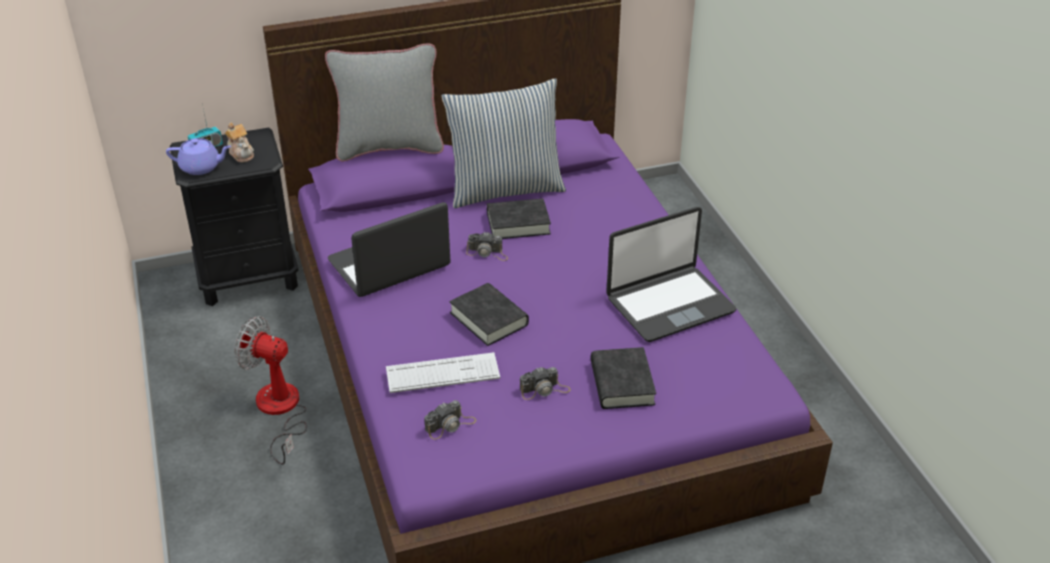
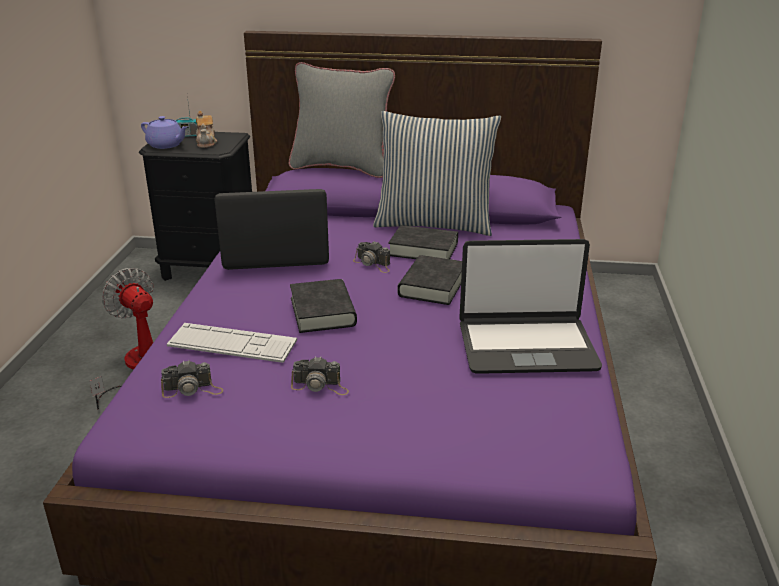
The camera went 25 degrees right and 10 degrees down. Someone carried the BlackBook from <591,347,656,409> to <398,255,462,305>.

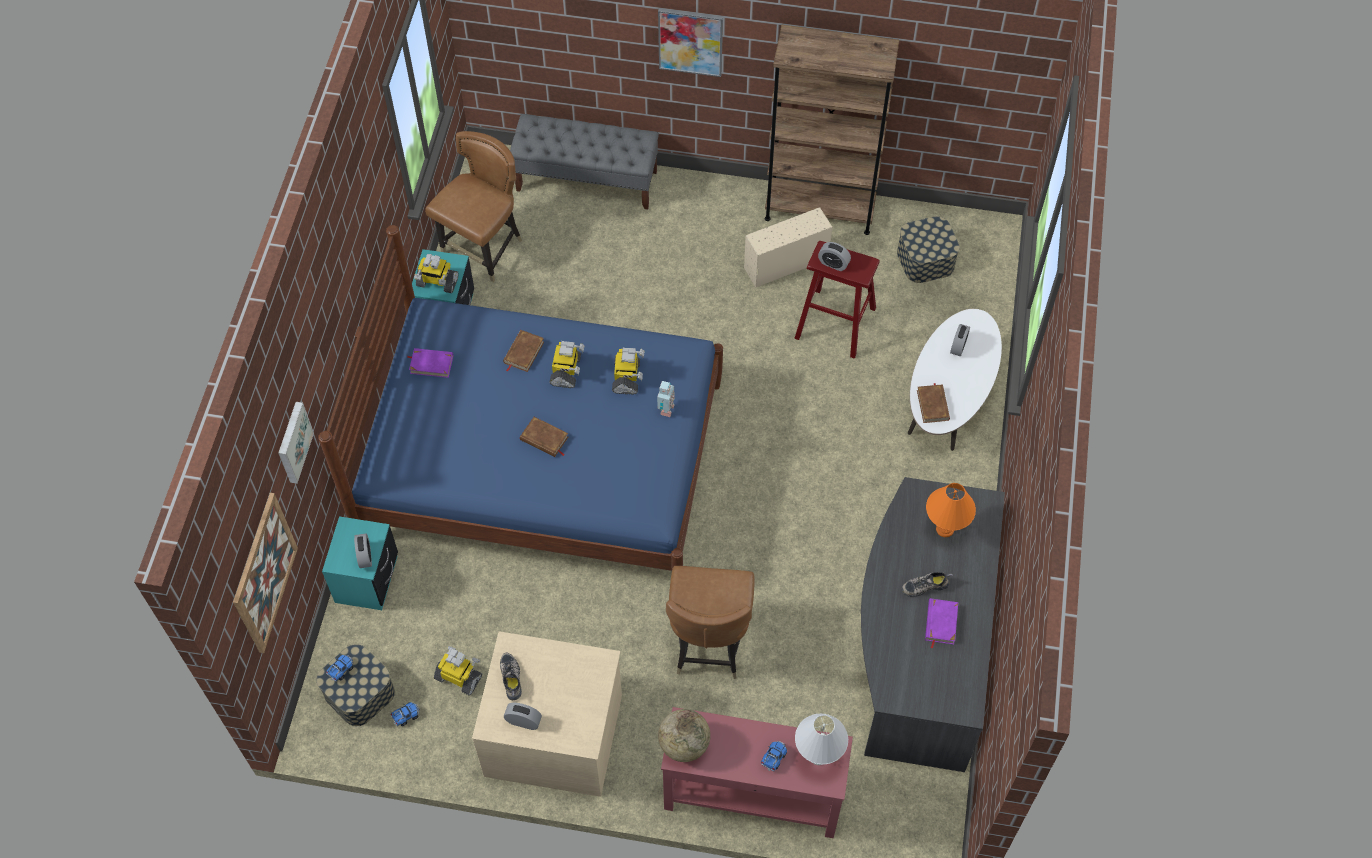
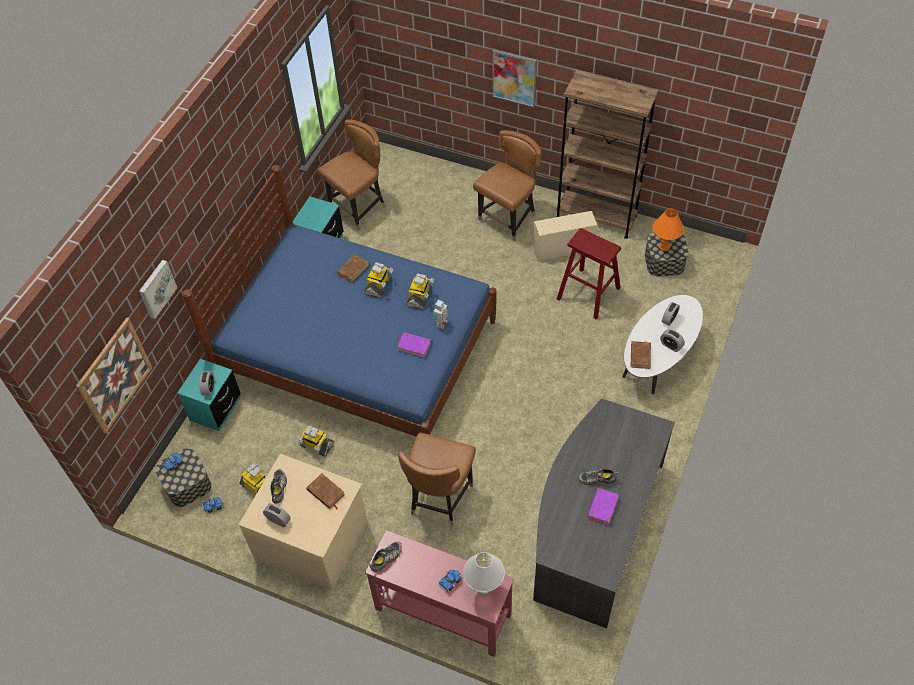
The camera went 15 degrees right and 5 degrees down. Someone carried the ToyRobot from <414,254,459,293> to <297,426,334,457>. Someone carried the BrownBook from <520,417,568,457> to <306,474,345,509>. Someone swapped the Globe at <658,709,711,762> for the Shoe at <369,541,402,572>. Someone carried the PurpleBook from <407,348,453,378> to <397,332,431,358>. Someone put down the BrownChair at <473,130,541,241>. Someone carried the OrangeTableLamp from <926,483,976,537> to <653,209,684,251>. Someone carried the AlarmClock from <818,242,851,271> to <660,329,685,352>. Someone took away the GreyBench at <510,114,659,209>.

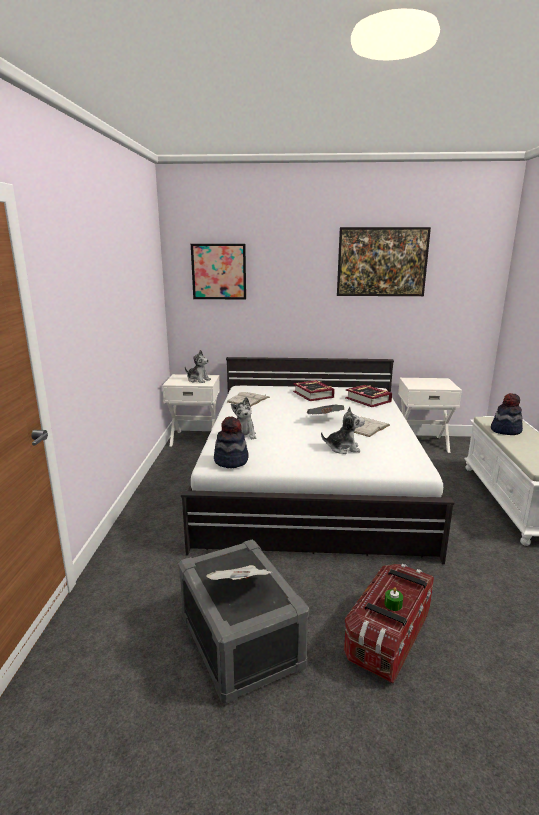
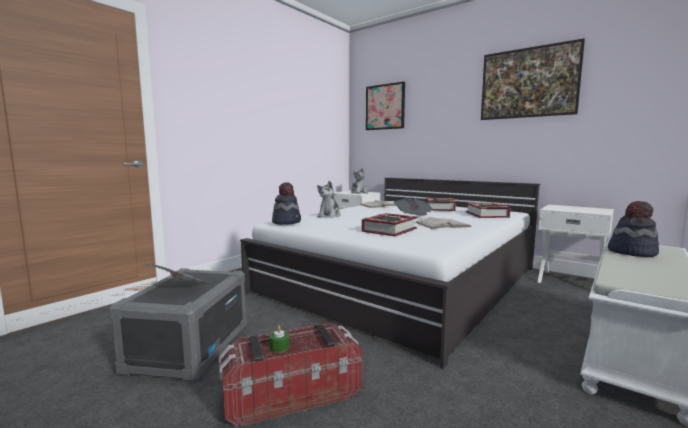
The camera went 35 degrees right and 10 degrees down. Someone swapped the PlushToy at <321,407,365,454> for the Book at <362,213,417,236>.

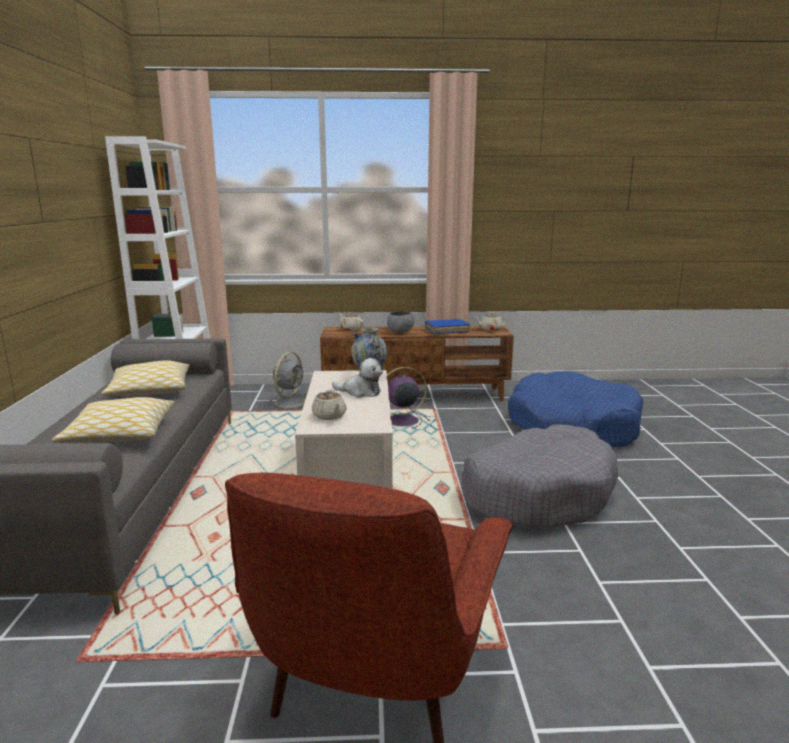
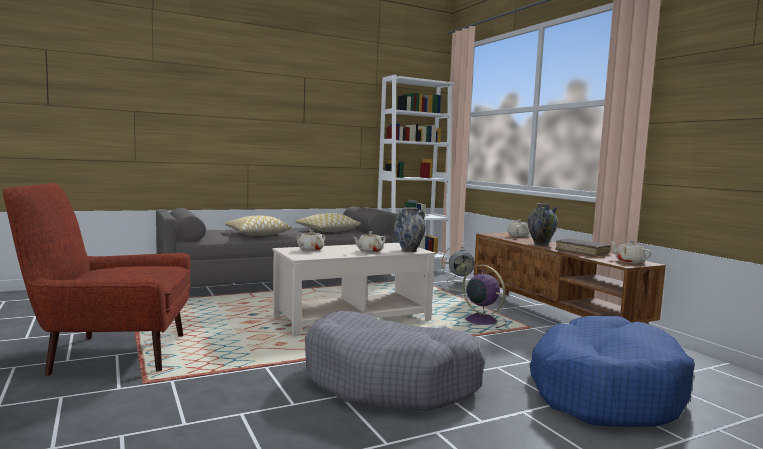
The camera went 65 degrees right and 10 degrees down. Someone swapped the PlushToy at <332,358,383,398> for the BeigeTeapot at <353,231,386,253>. Someone swapped the GreyBowl at <387,311,414,333> for the Vase at <527,203,558,245>. Someone repainted the BlueBook at <425,319,470,334>, which became the BrownBook at <555,238,611,257>.

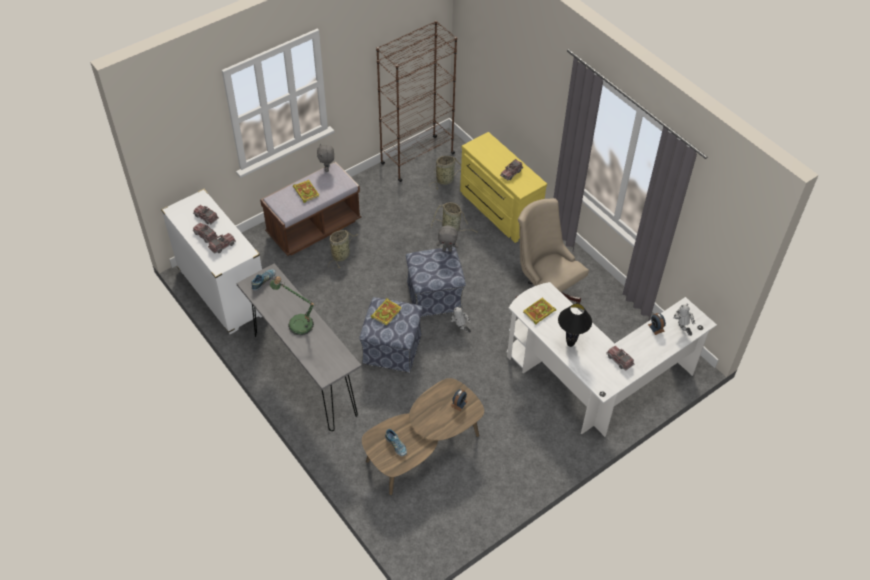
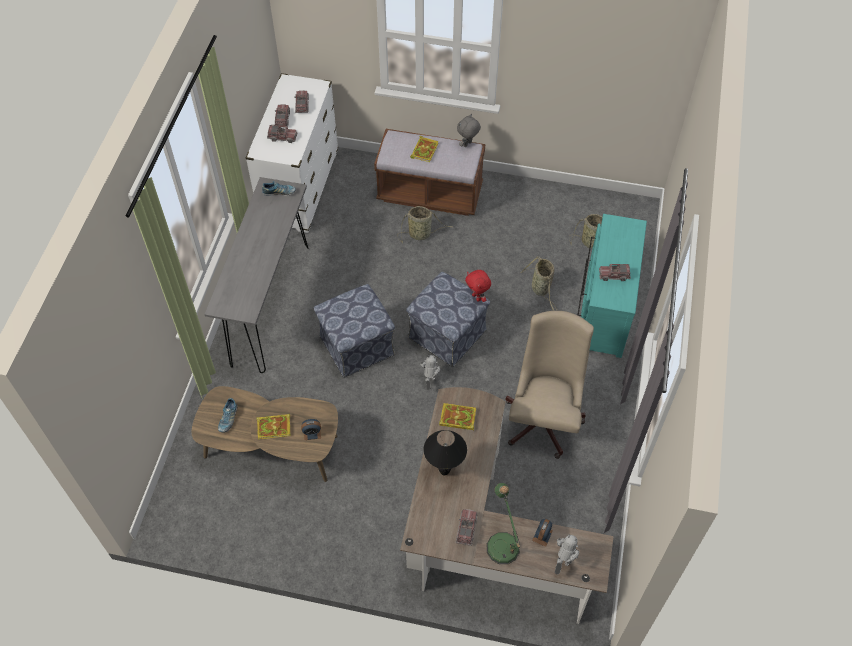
The camera went 50 degrees right and 5 degrees up. Someone carried the Book from <371,298,402,326> to <257,413,291,439>. Someone repainted the WhiteDesk at <507,282,717,437>, which became the BrownDesk at <400,387,614,624>. Someone repainted the GreyPlushToy at <437,225,458,252>, which became the RedPlushToy at <465,270,491,302>. Someone carried the TableLamp from <270,276,316,335> to <487,483,520,564>. Someone repainted the YellowDresser at <460,132,547,243>, which became the TurquoiseDresser at <578,214,647,358>. Someone took away the BrownBookcase at <376,20,457,182>.

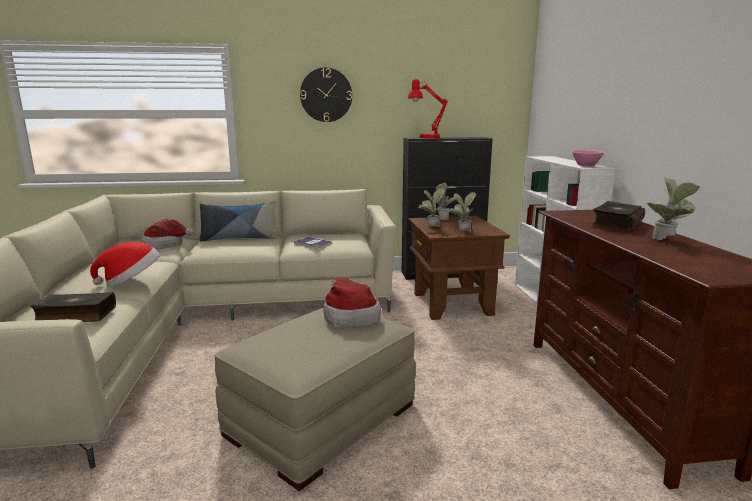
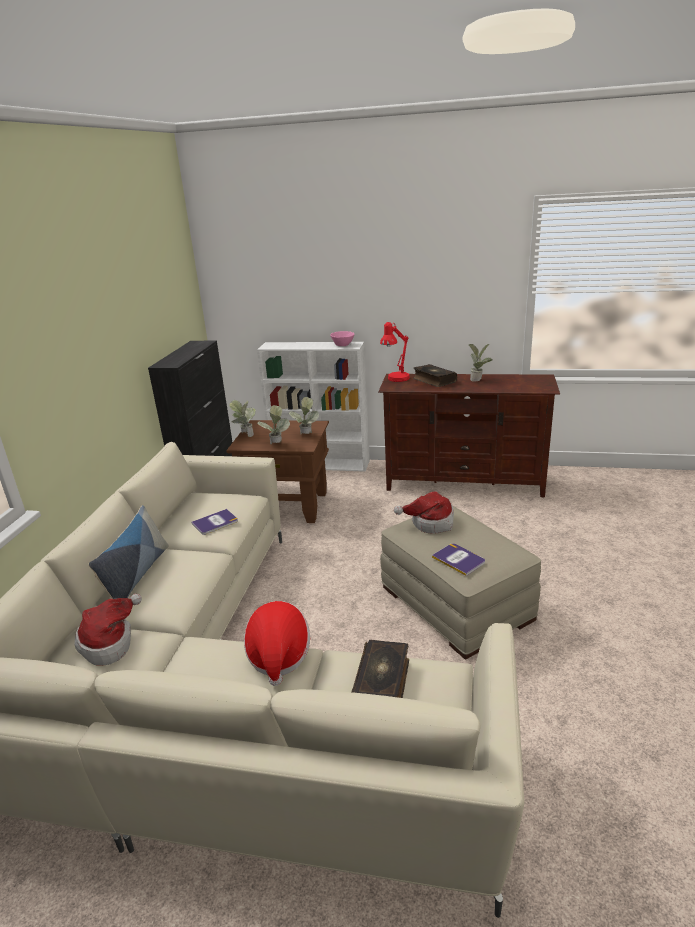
The camera went 70 degrees left and 10 degrees up. Someone carried the RedTableLamp from <408,79,448,138> to <380,322,410,382>. Someone put down the Book at <432,543,485,576>. Someone took away the WallClock at <300,67,352,122>.

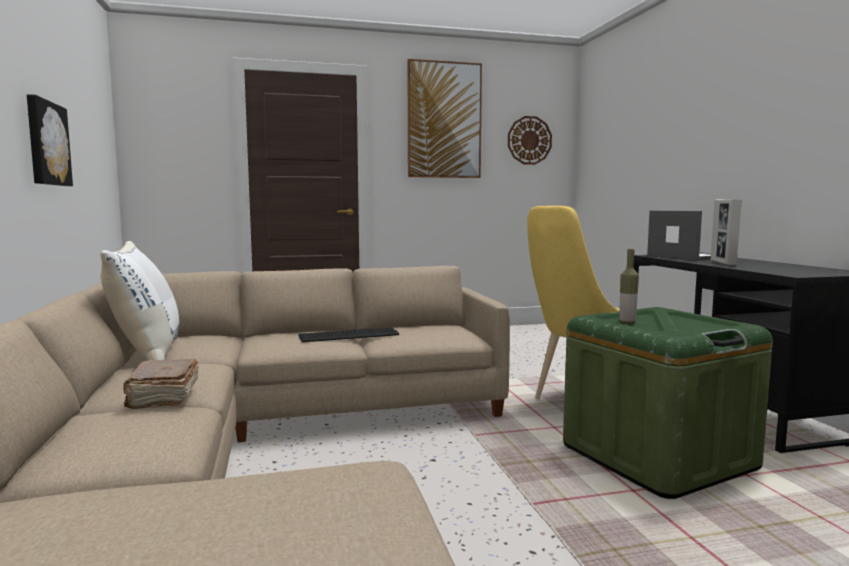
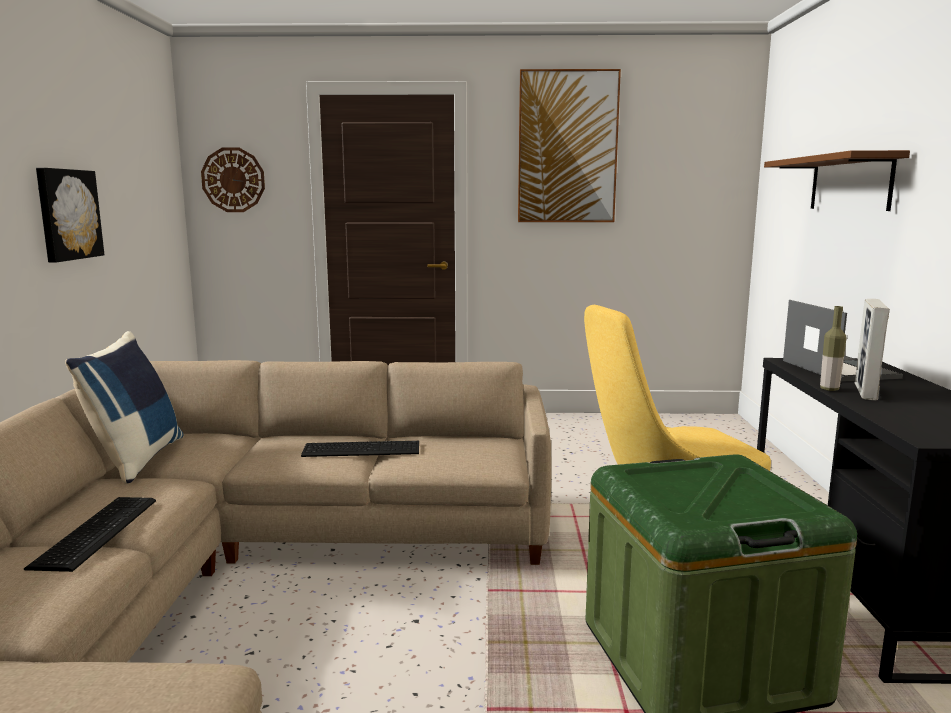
The camera went 15 degrees right and 5 degrees up. Someone swapped the BrownBook at <123,359,199,409> for the Keyboard at <24,497,156,572>. Someone repainted the WhitePillow at <100,241,179,360>, which became the BluePillow at <65,331,184,484>. Someone carried the WallClock from <508,116,552,165> to <201,147,265,212>. Someone put up the BrownShelf at <764,150,910,211>. Someone carried the Bottle from <619,249,639,324> to <820,306,847,391>.

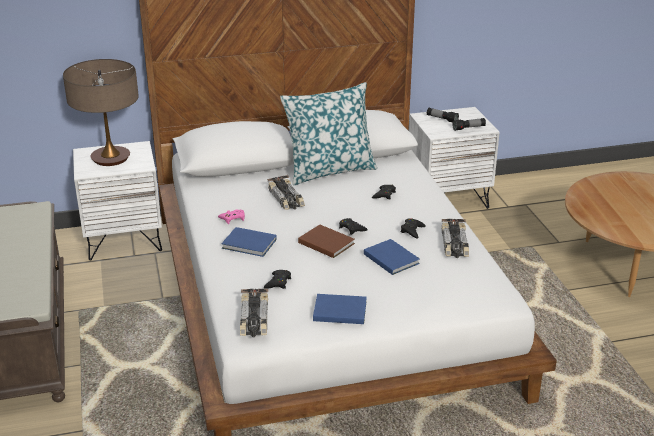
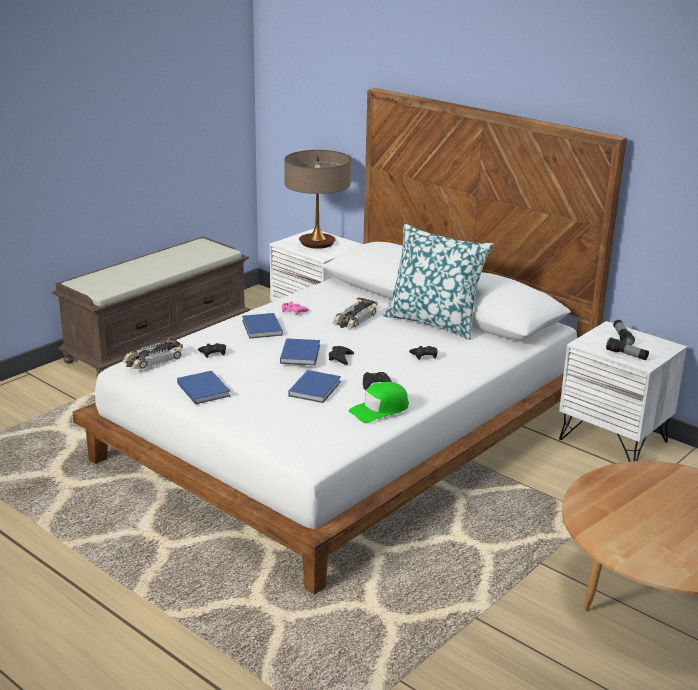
The camera went 55 degrees right and 5 degrees down. Someone repainted the BrownBook at <298,225,355,258>, which became the BlueBook at <280,338,320,365>. Someone swapped the ToyCar at <441,219,469,258> for the GreenCap at <348,382,409,423>.

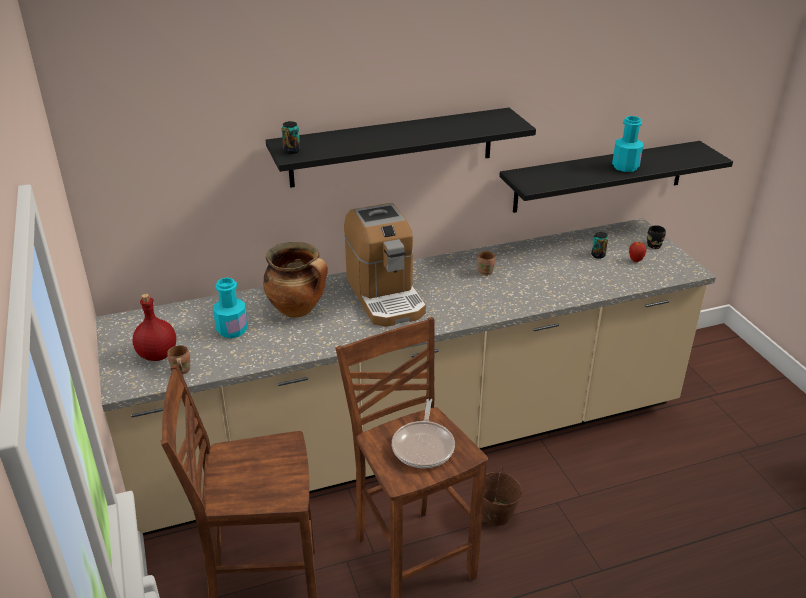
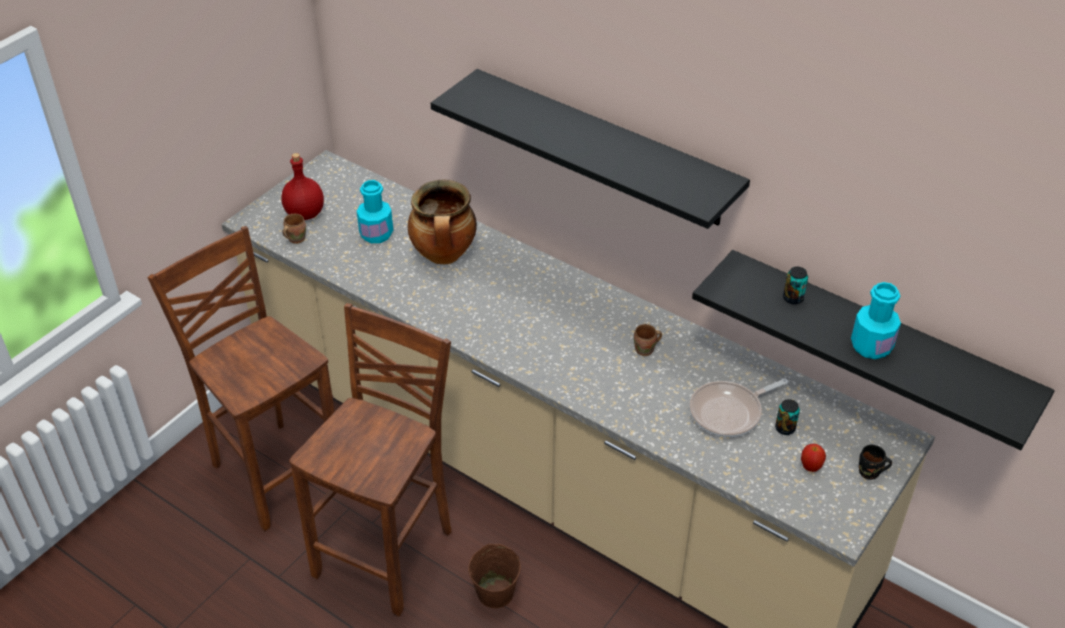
The camera went 55 degrees right and 10 degrees up. Someone carried the FryingPan from <392,399,455,468> to <689,378,788,437>. Someone carried the Can from <282,121,300,154> to <783,267,808,304>. Someone took away the CoffeeMachine at <344,203,426,327>.

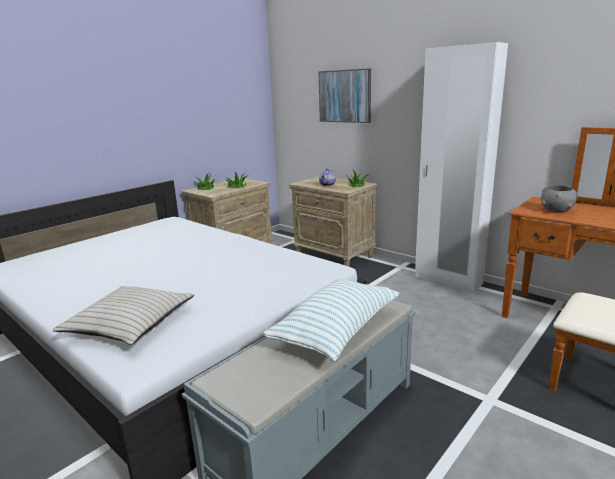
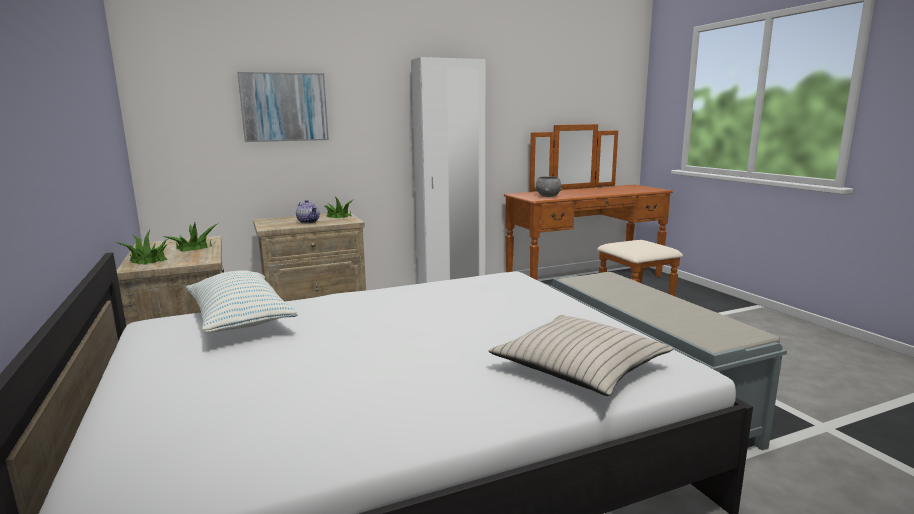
The camera went 65 degrees left and 5 degrees down. Someone carried the Pillow from <263,278,400,362> to <186,270,298,333>.

